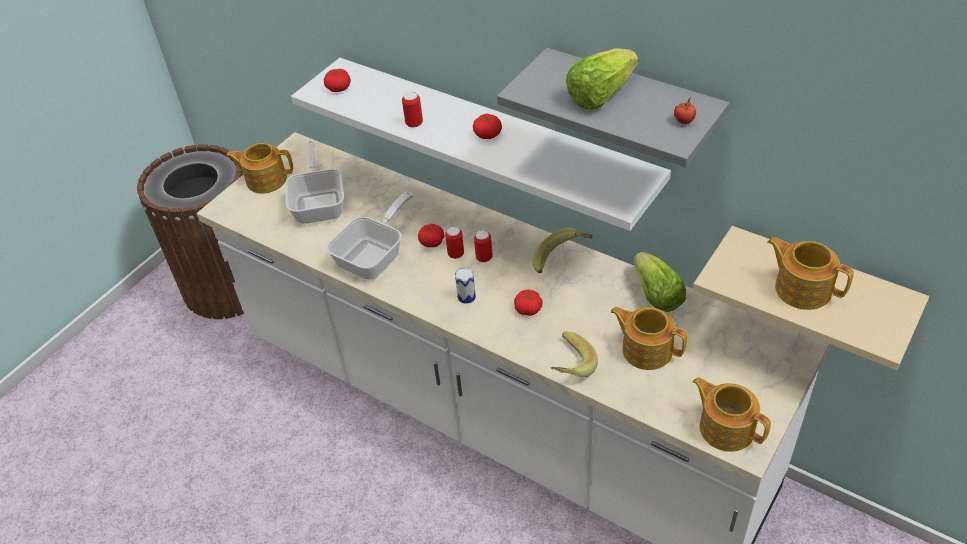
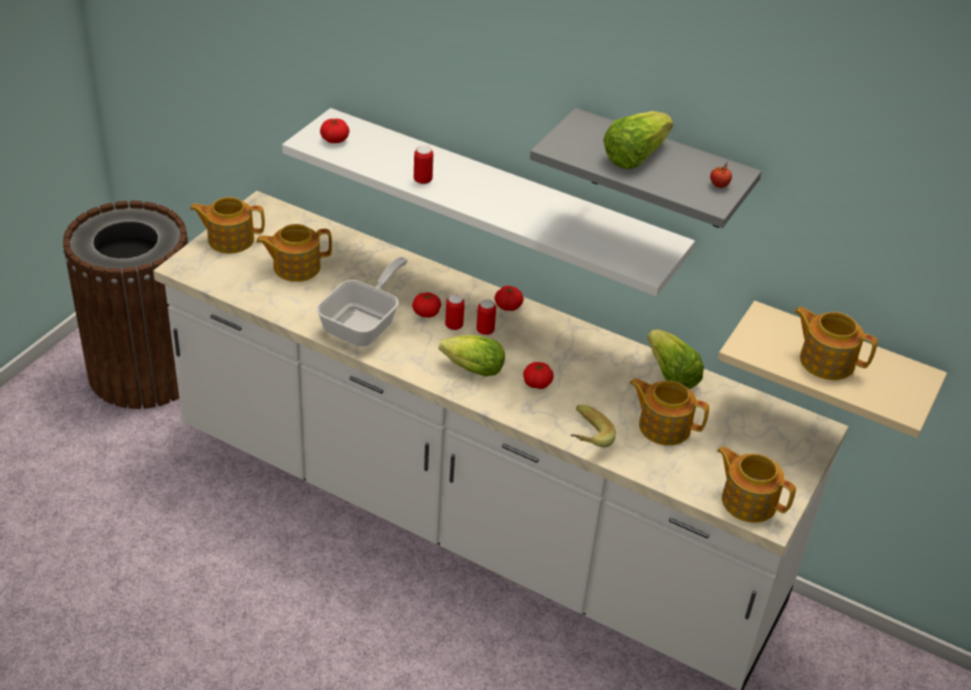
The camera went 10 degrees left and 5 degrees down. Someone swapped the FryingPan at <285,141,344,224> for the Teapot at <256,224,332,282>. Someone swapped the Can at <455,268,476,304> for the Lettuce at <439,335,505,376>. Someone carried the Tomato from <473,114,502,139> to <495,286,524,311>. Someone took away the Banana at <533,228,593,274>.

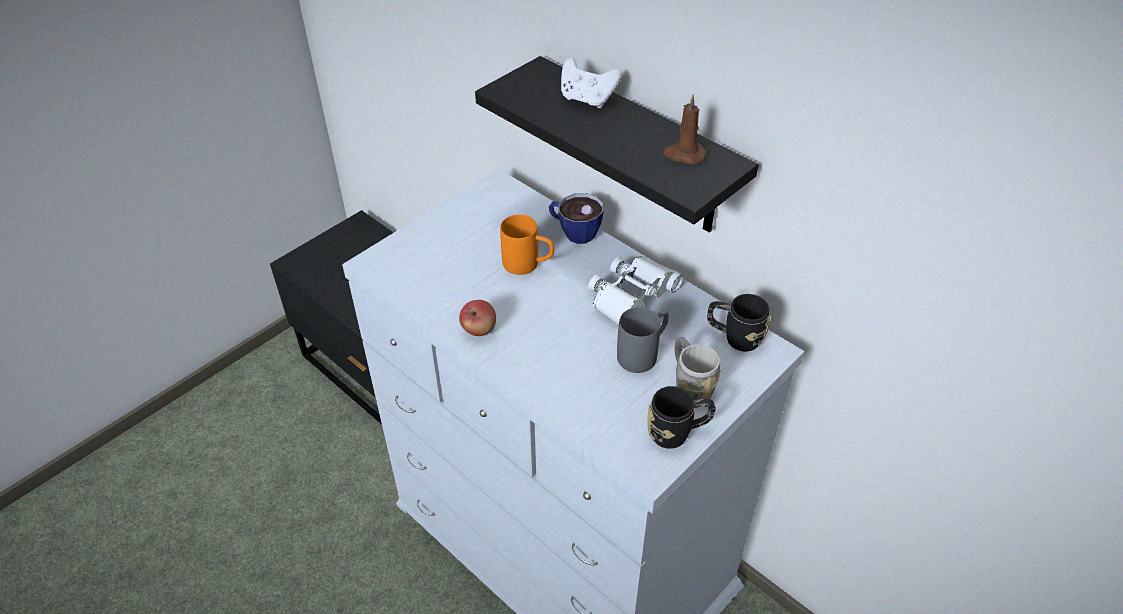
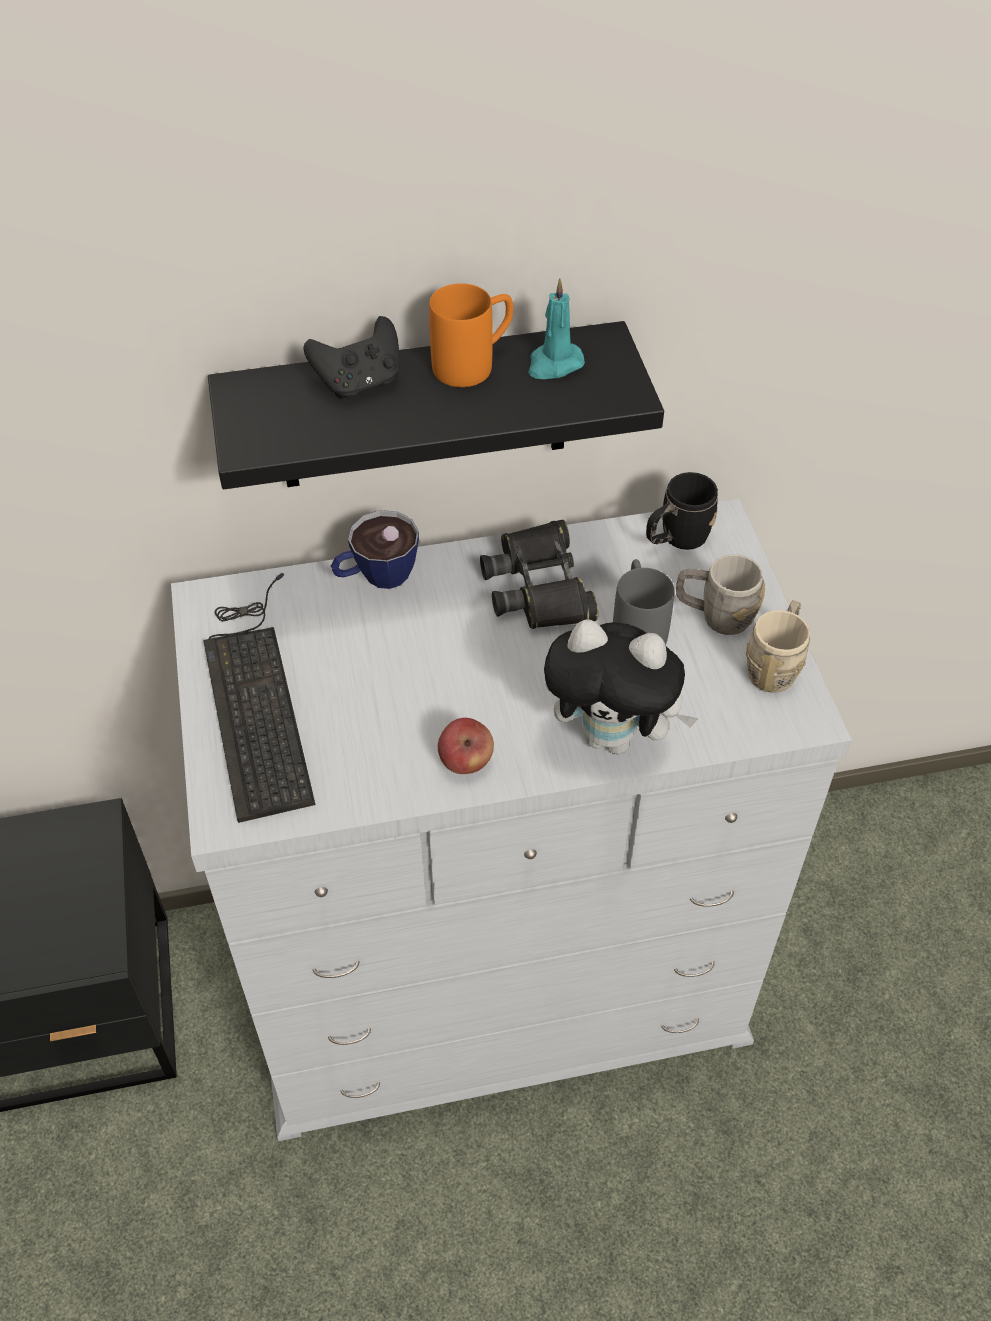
The camera went 55 degrees left and 5 degrees up. Someone put down the Keyboard at <203,573,315,823>. Someone repainted the WhiteGameController at <561,57,622,108>, which became the BlackGameController at <303,316,400,399>. Someone carried the OrangeMug from <500,215,554,275> to <429,283,513,387>. Someone repainted the WhiteBinoculars at <588,256,683,325>, which became the BlackBinoculars at <480,520,598,629>. Someone repainted the BrownCandle at <663,95,706,164>, which became the TurquoiseCandle at <528,279,585,379>. Someone put down the PlushToy at <544,619,699,754>. Someone repainted the BlackMug at <647,386,716,449>, which became the BeigeMug at <745,600,810,693>.

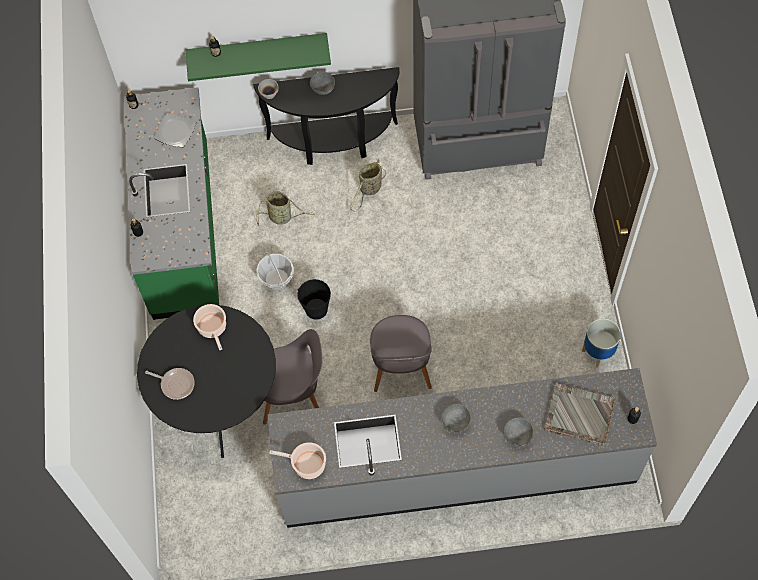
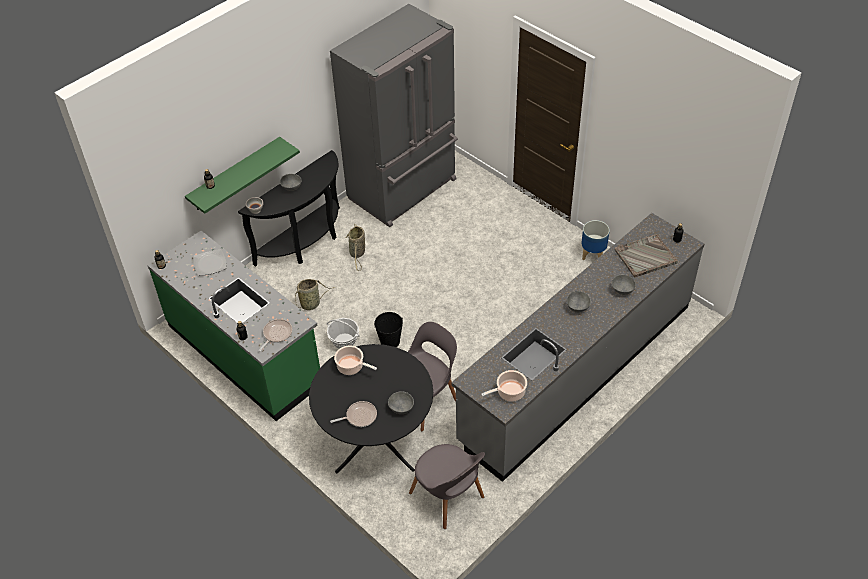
The camera went 40 degrees left and 15 degrees down. Someone put down the FryingPan at <259,319,292,351>. Someone put down the GreyBowl at <388,391,414,414>. Someone carried the GreyChair from <370,315,432,392> to <409,444,485,529>.

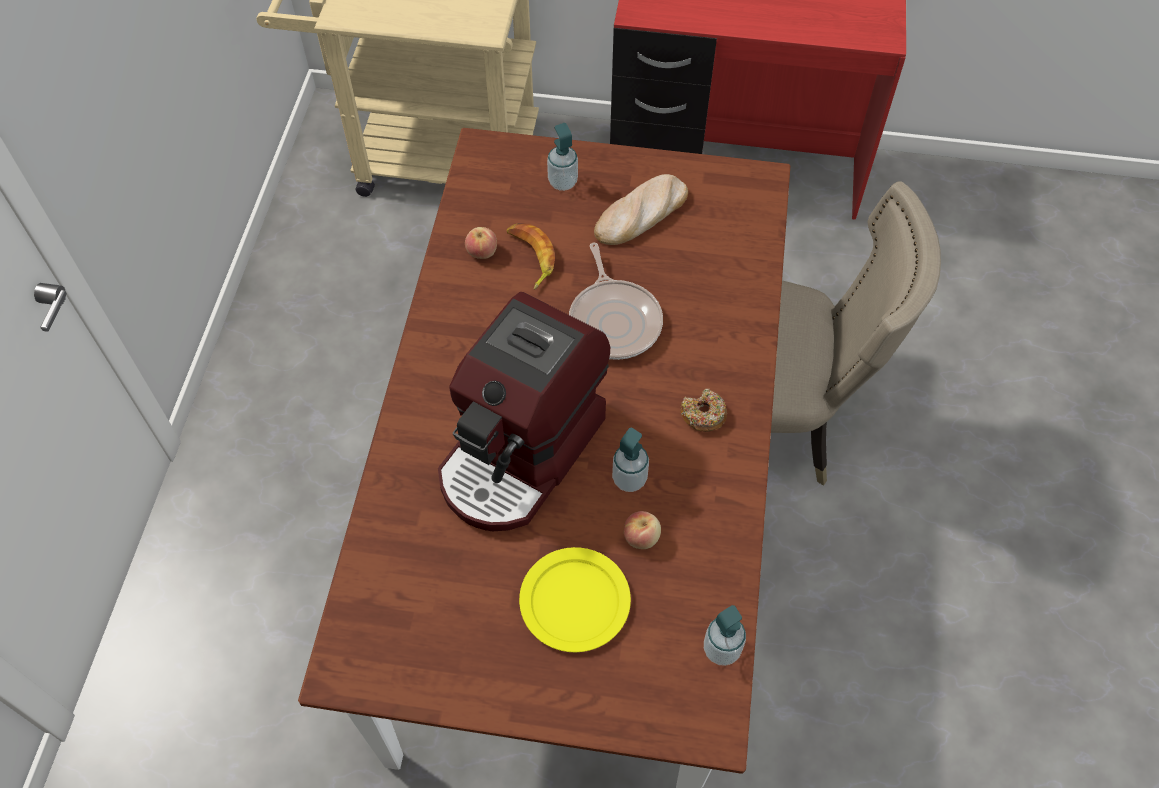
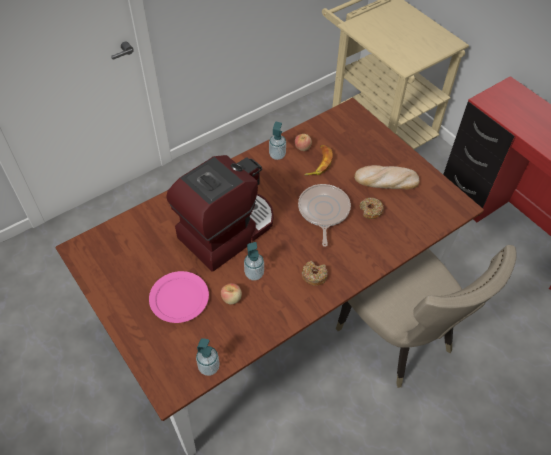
The camera went 45 degrees right and 5 degrees down. Someone repainted the YellowPlate at <519,547,631,652>, which became the PinkPlate at <149,271,209,323>. Someone rotated the CoffeeMachine at <438,292,610,531> by 150 degrees clockwise. Someone carried the SoapDispenser from <547,123,578,191> to <269,121,286,160>. Someone rotated the FryingPan at <569,243,663,360> by 150 degrees clockwise. Someone put down the Donut at <359,198,384,219>.

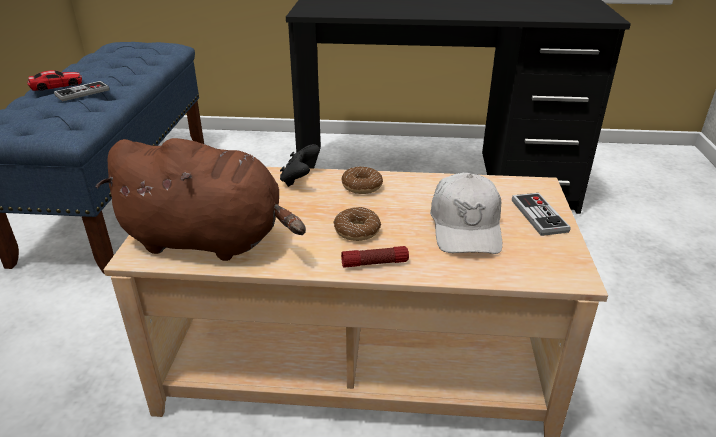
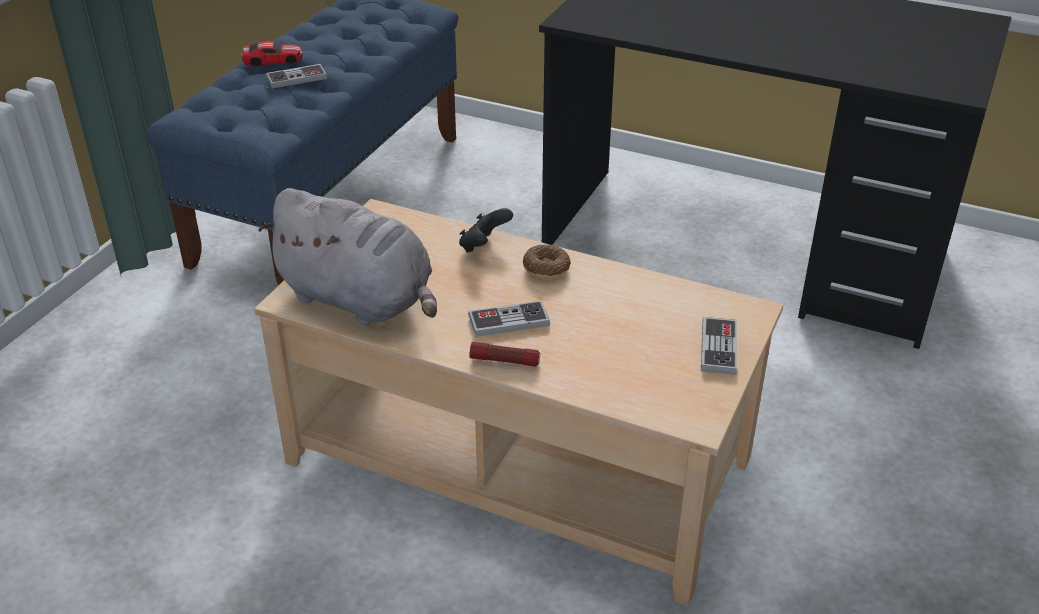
The camera went 20 degrees right and 5 degrees up. Someone repainted the BrownPlushToy at <96,138,306,261>, which became the GreyPlushToy at <259,188,437,325>. Someone swapped the Donut at <333,207,381,241> for the GameController at <468,301,550,337>. Someone took away the WhiteCap at <430,173,502,254>.

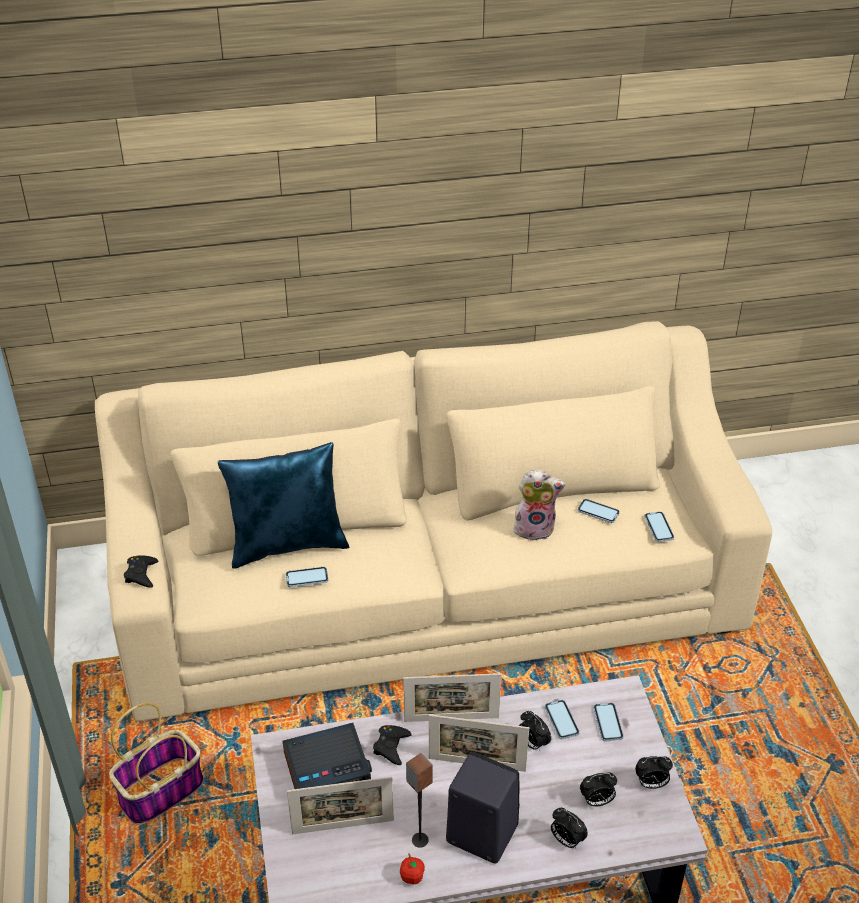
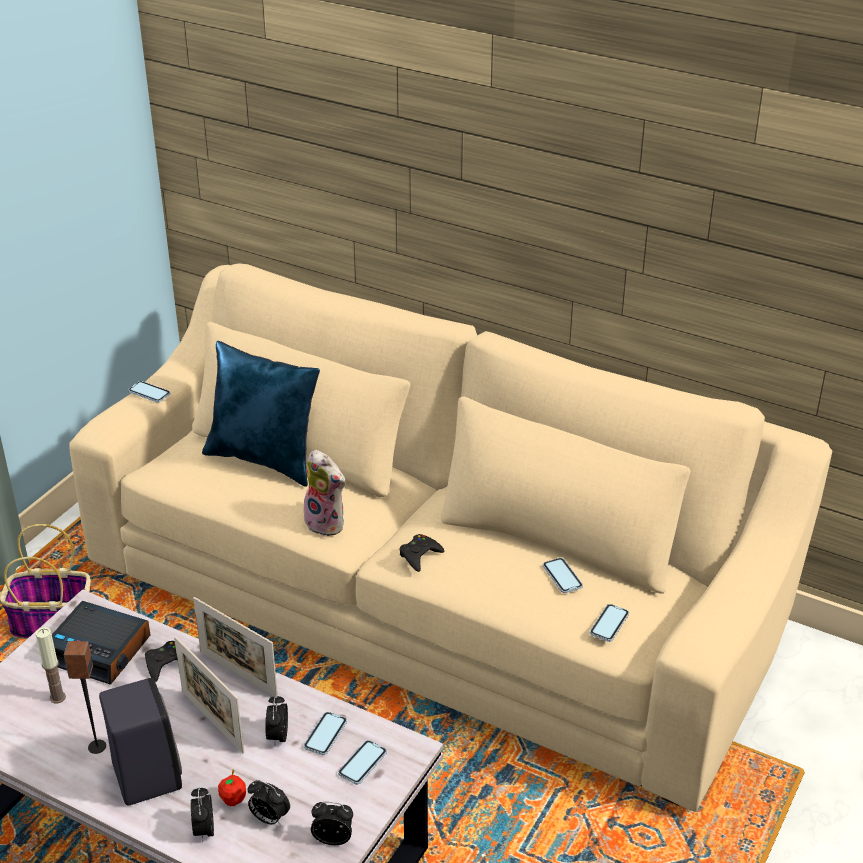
The camera went 40 degrees right and 5 degrees down. Someone swapped the PictureFrame at <287,777,394,834> for the Candle at <36,627,66,703>. Someone carried the Phone from <286,567,328,587> to <128,381,170,403>. Someone carried the Apple from <400,853,425,885> to <218,769,246,806>. Someone carried the PlushToy from <514,470,566,541> to <304,450,346,537>. Someone rotated the AlarmClock at <635,756,673,789> by 150 degrees clockwise. Someone carried the BlackGameController from <124,555,159,588> to <399,534,444,572>.

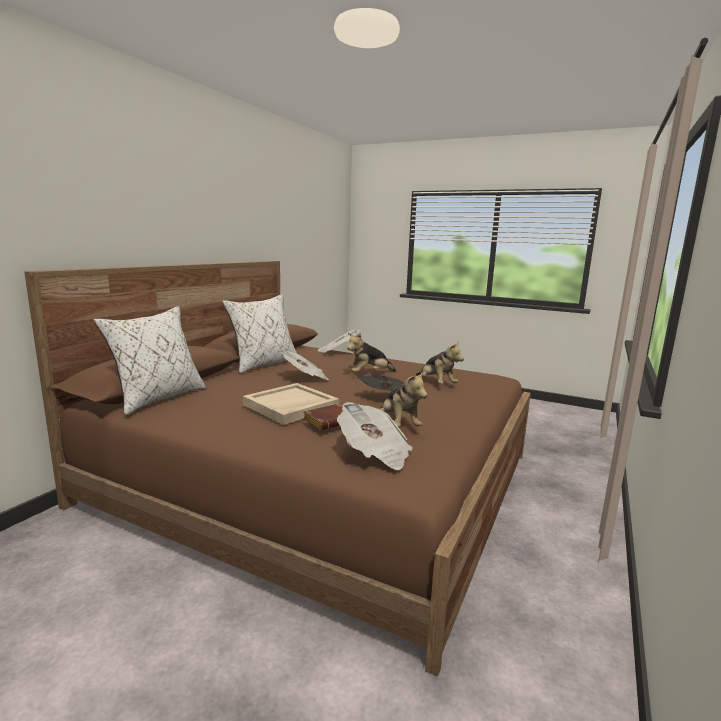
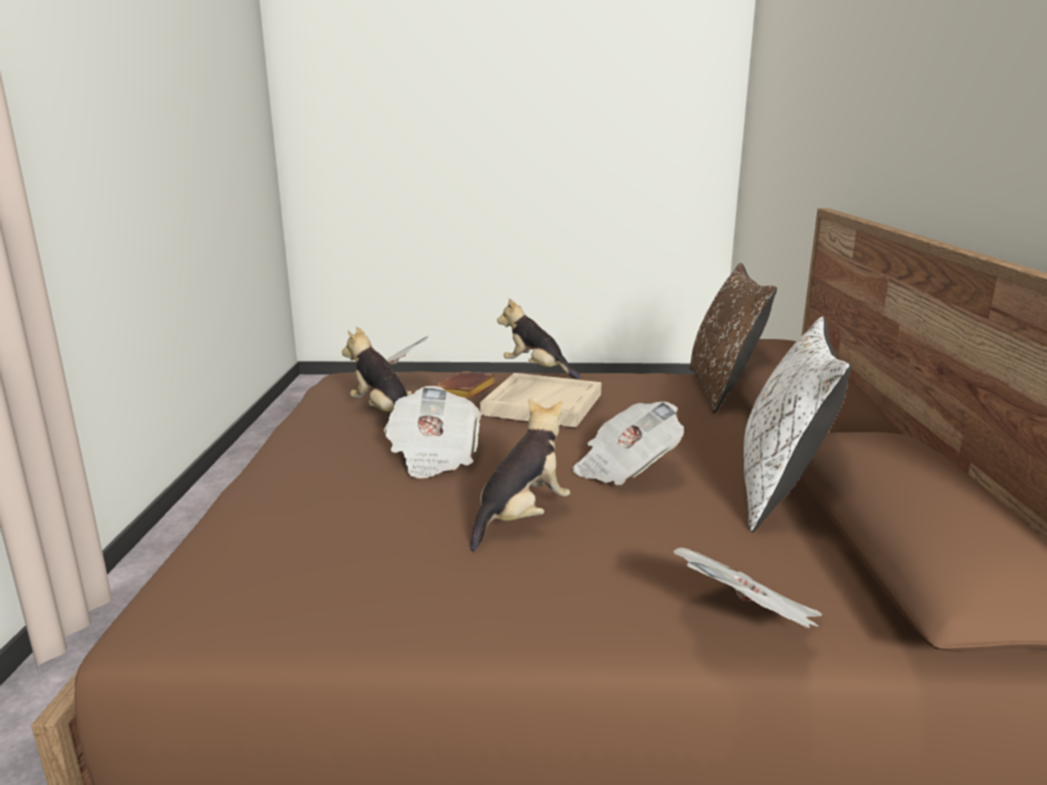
The camera went 155 degrees right and 5 degrees up. Someone carried the PlushToy from <416,341,464,384> to <497,299,580,379>. Someone repainted the WhitePillow at <93,306,206,415>, which became the BrownPillow at <689,263,777,413>.

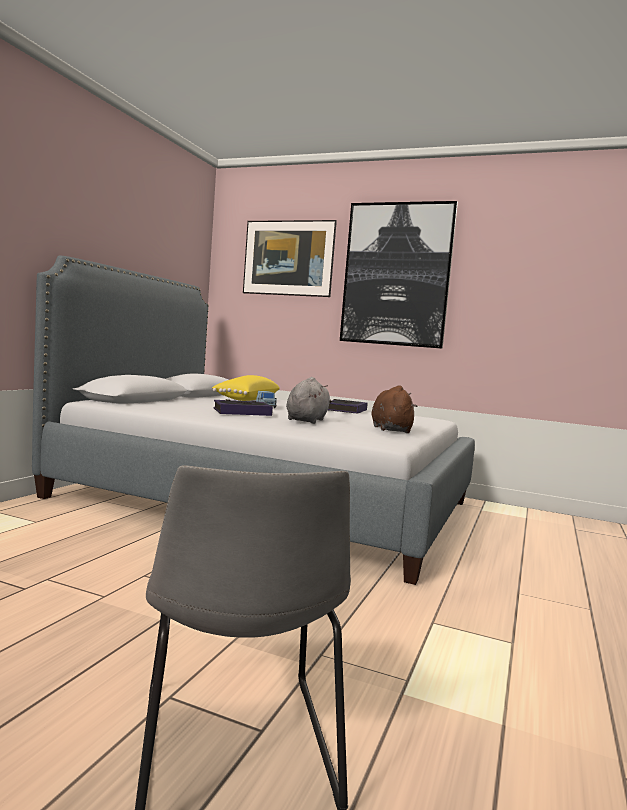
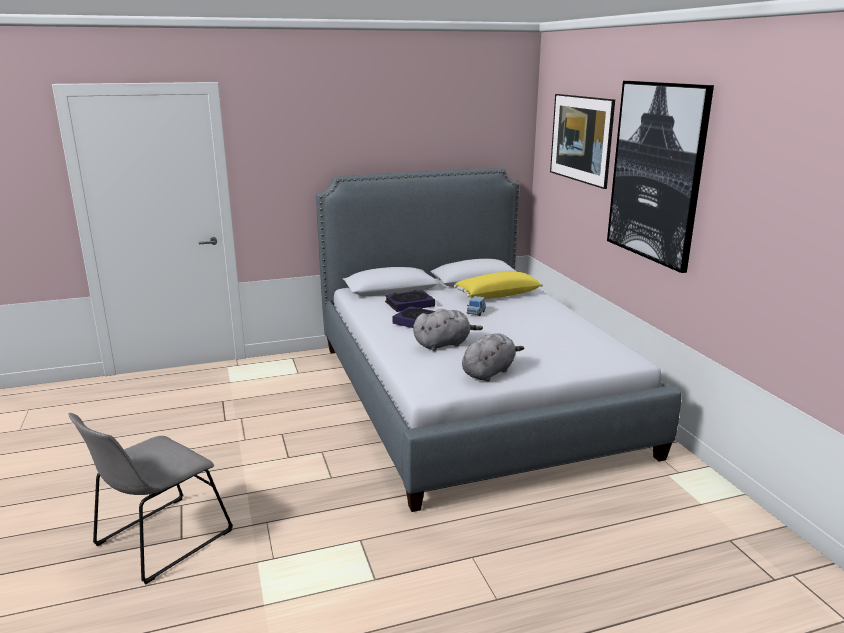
The camera went 50 degrees right and 15 degrees up. Someone carried the Book from <328,399,367,414> to <385,290,435,312>. Someone repainted the BrownPlushToy at <372,385,418,433>, which became the GreyPlushToy at <462,333,524,382>.

